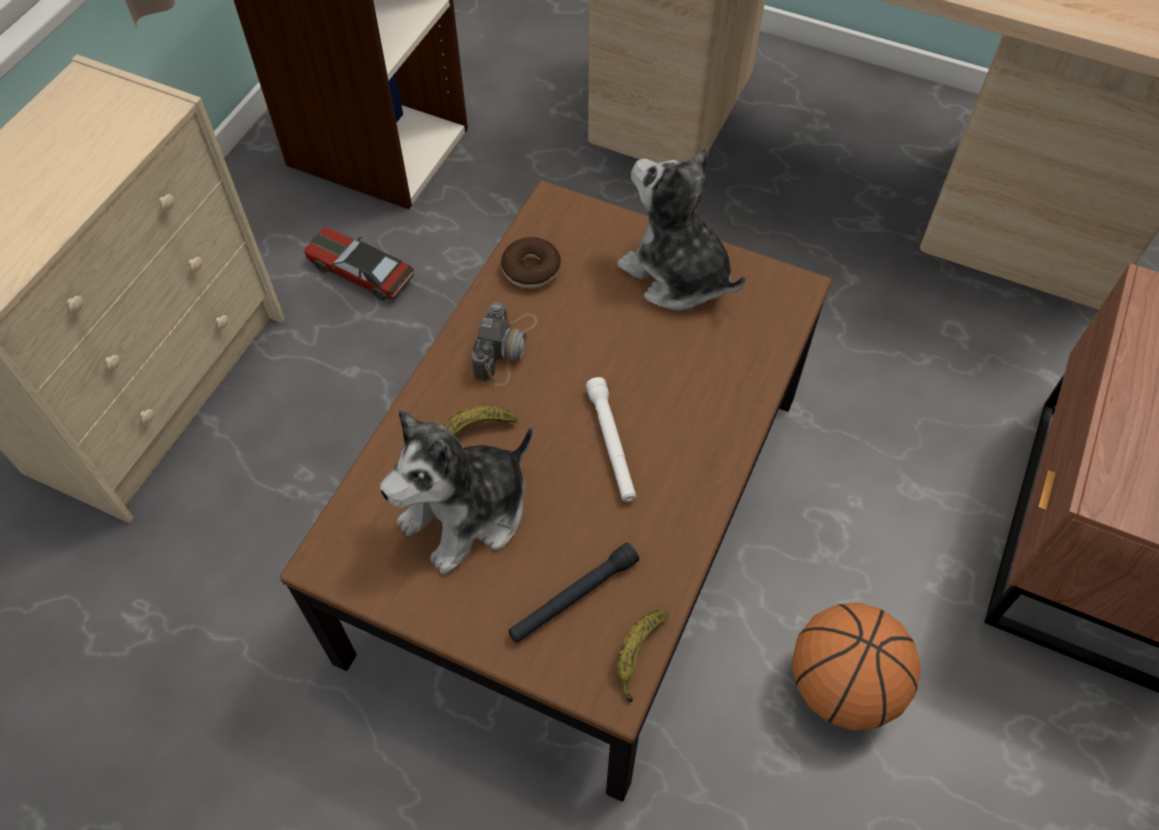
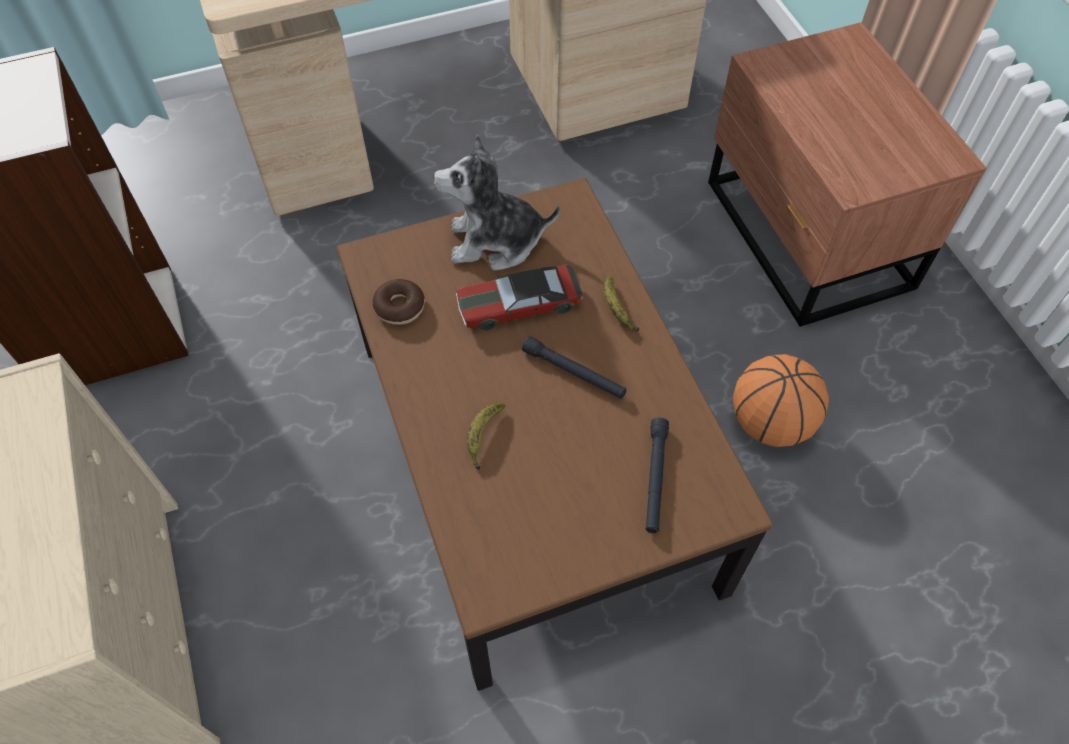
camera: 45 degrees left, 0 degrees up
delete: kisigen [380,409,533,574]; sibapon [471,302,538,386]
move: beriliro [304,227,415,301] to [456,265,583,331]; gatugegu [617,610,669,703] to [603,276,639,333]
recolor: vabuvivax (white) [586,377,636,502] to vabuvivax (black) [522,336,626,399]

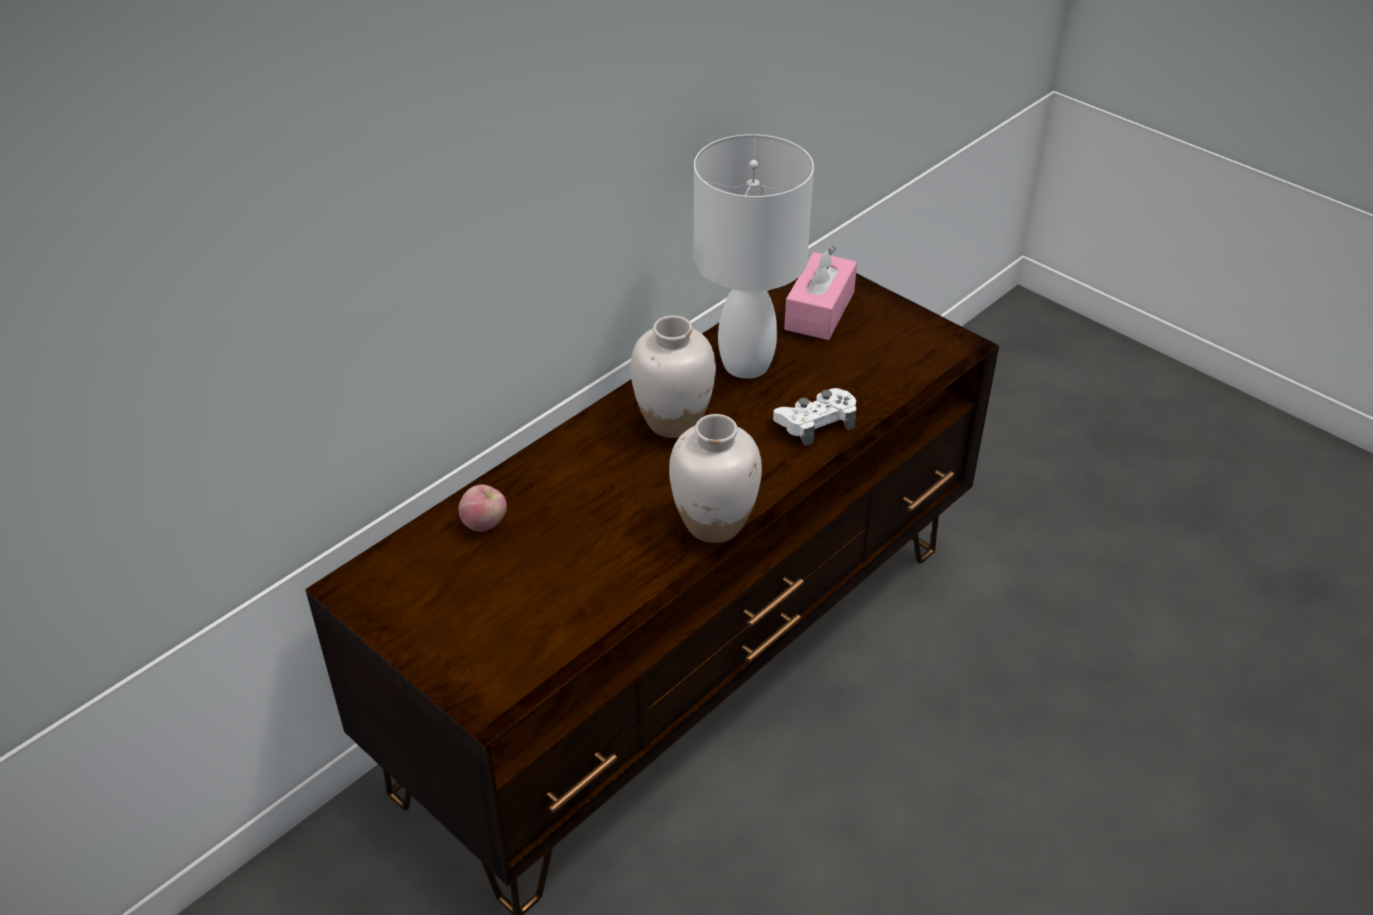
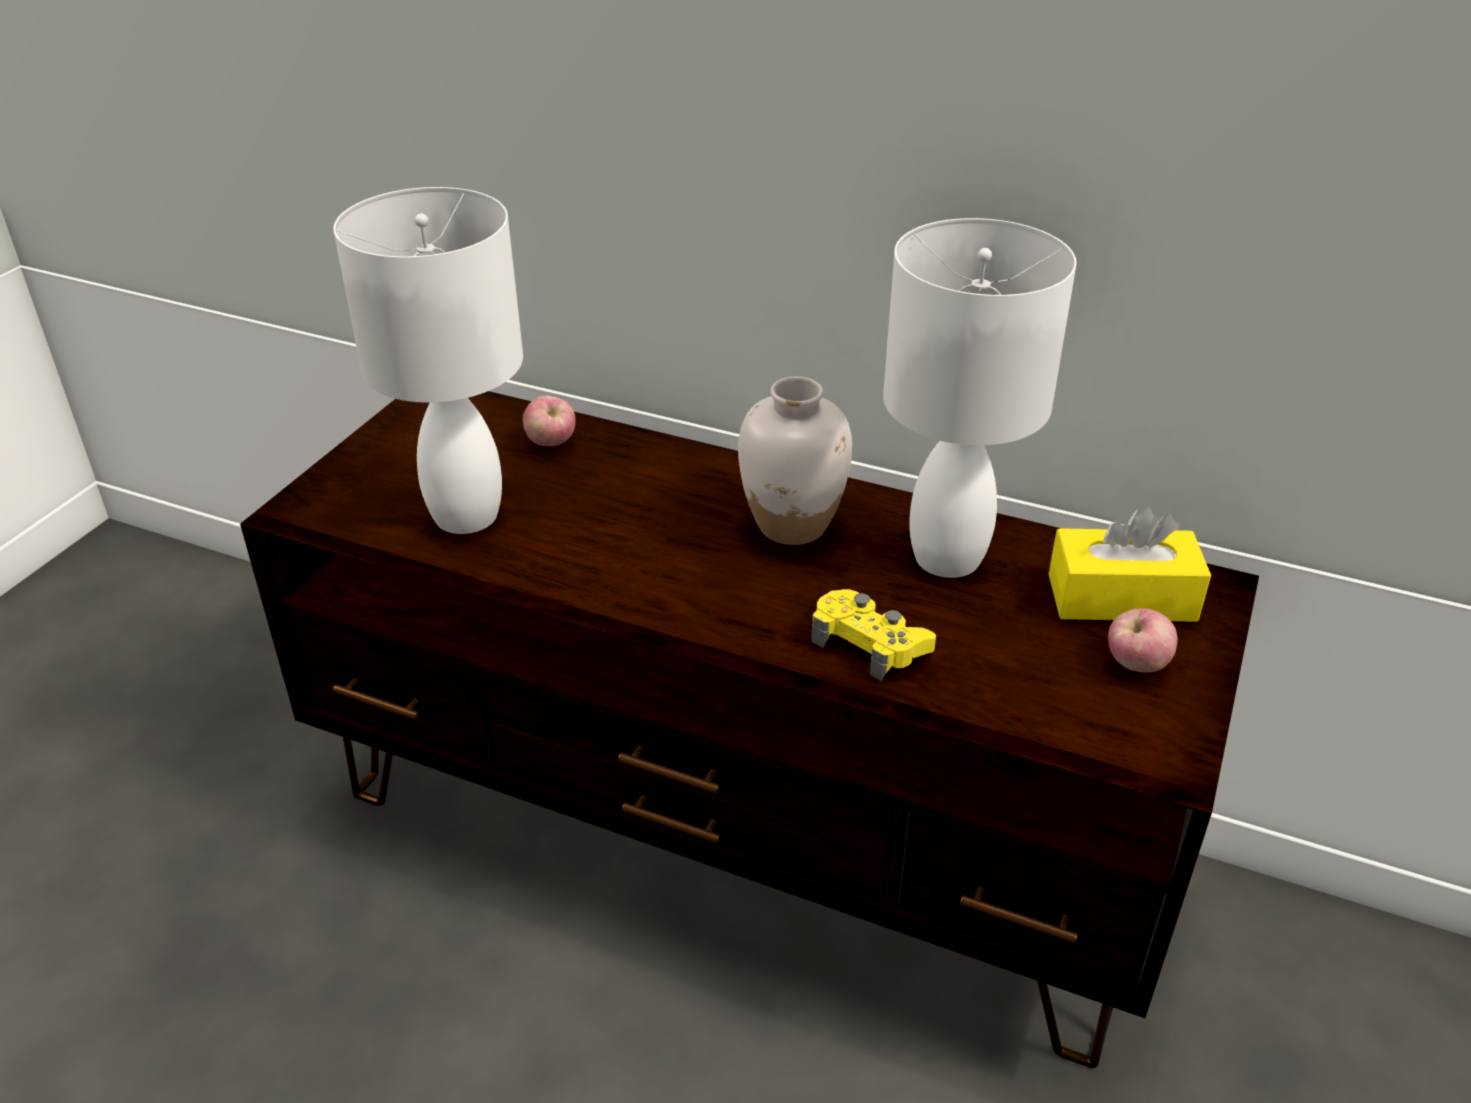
camera: 70 degrees right, 5 degrees down
delete: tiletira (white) [669,414,762,543]
insert: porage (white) [333,187,523,534]; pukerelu [1108,608,1178,673]
recolor: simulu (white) [773,388,856,446] to simulu (yellow) [811,589,936,681]; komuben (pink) [784,245,857,340] to komuben (yellow) [1049,506,1211,622]

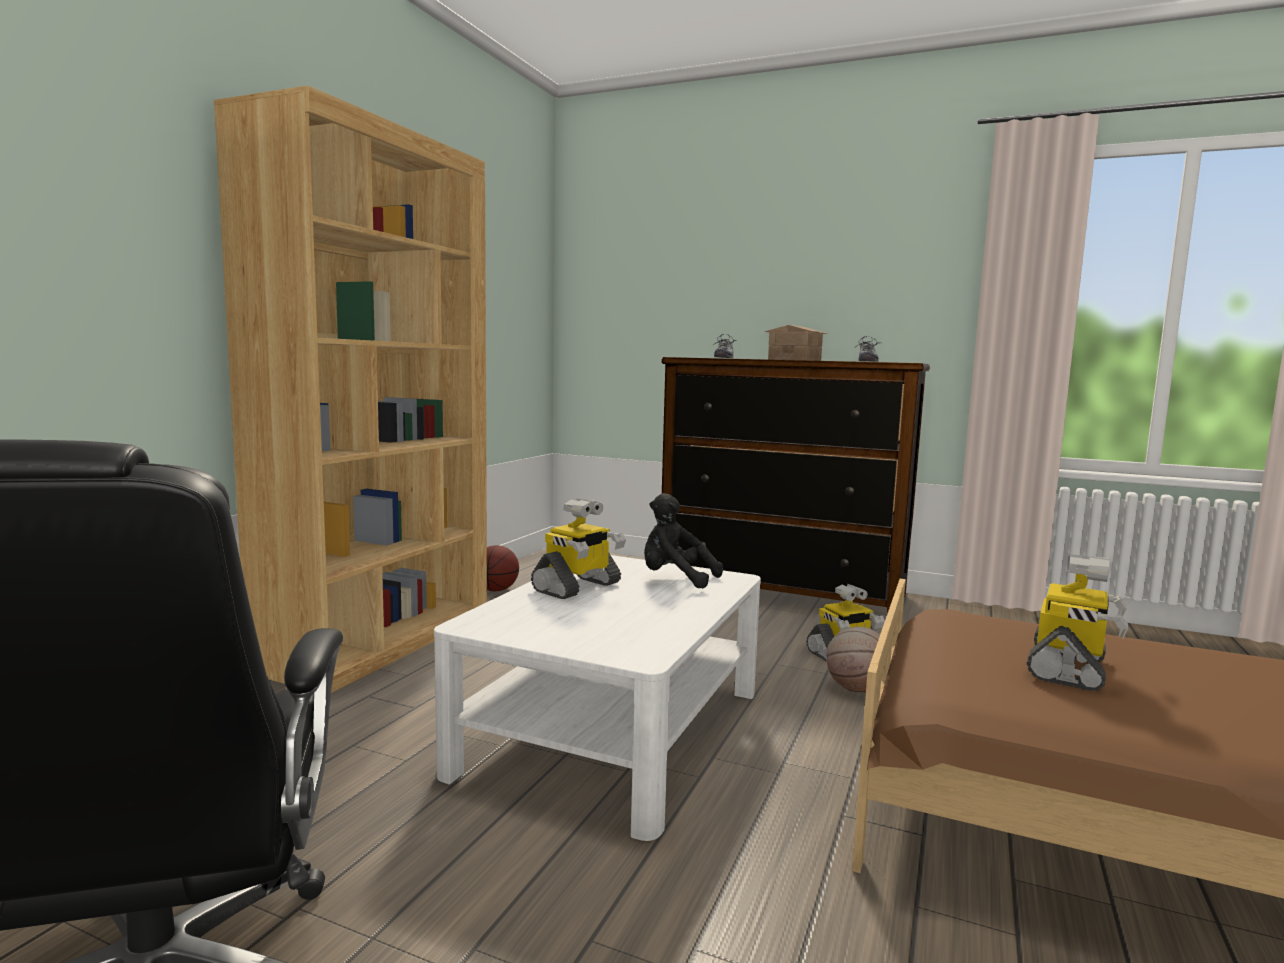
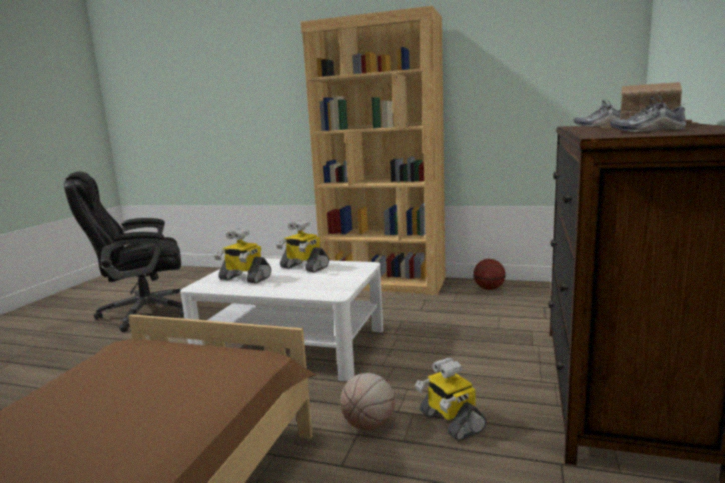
camera: 85 degrees right, 5 degrees up
delete: kisigen (black) [644,493,723,588]
move: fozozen [1027,554,1128,691] to [214,229,271,283]

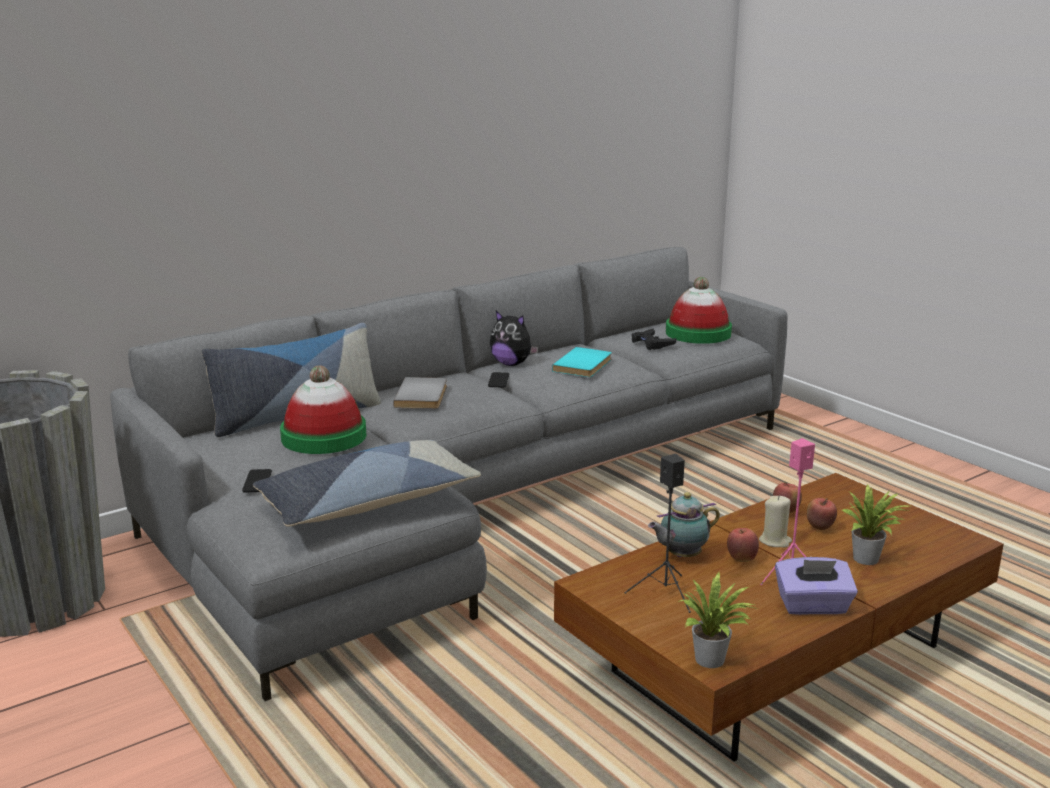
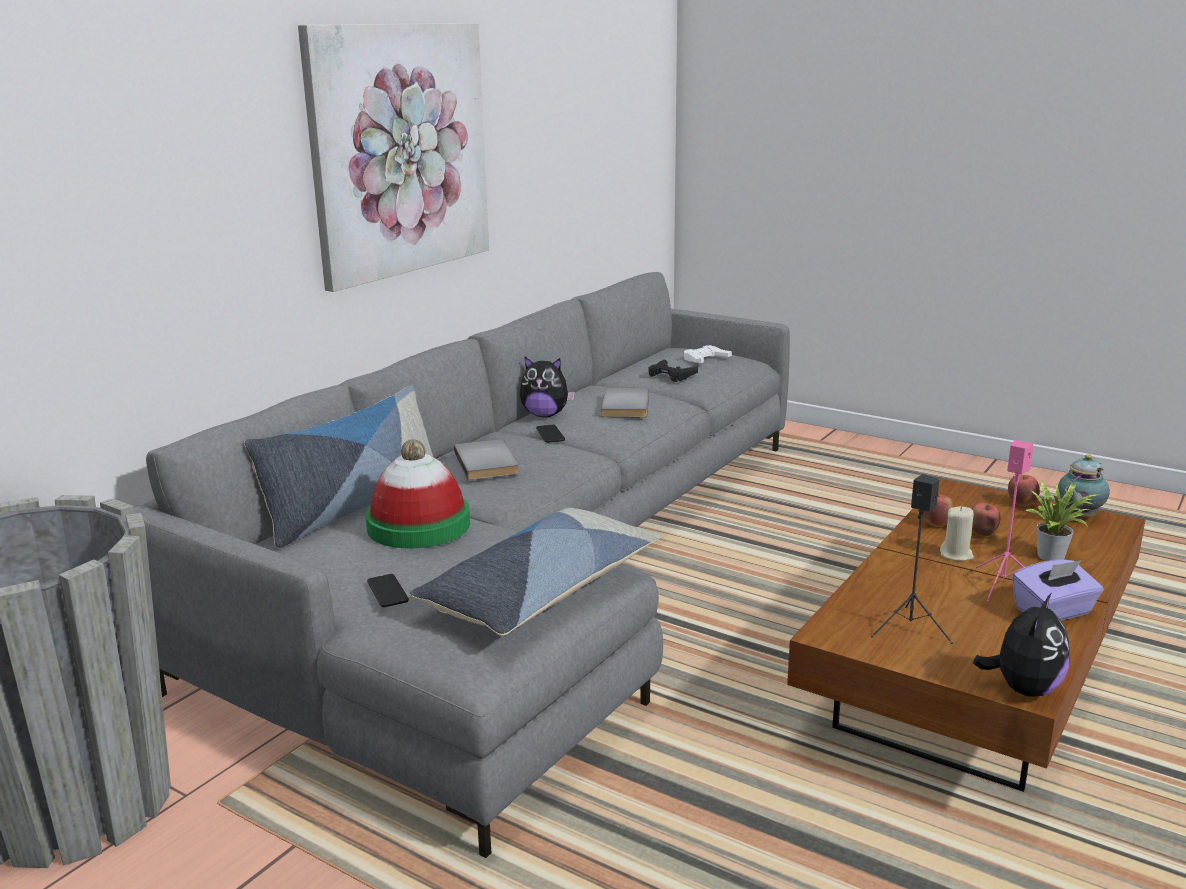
camera: 20 degrees left, 0 degrees up
insert: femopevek [298,23,489,292]
move: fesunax [648,492,720,557] to [1058,454,1110,519]; pukerelu [727,528,759,562] to [1008,475,1040,506]
replace: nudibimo [666,277,732,344] to simulu (white) [684,345,732,363]; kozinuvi [678,571,758,668] to kisigen [973,593,1070,697]
recolor: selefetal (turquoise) [552,347,612,377] to selefetal (grey) [601,388,649,418]

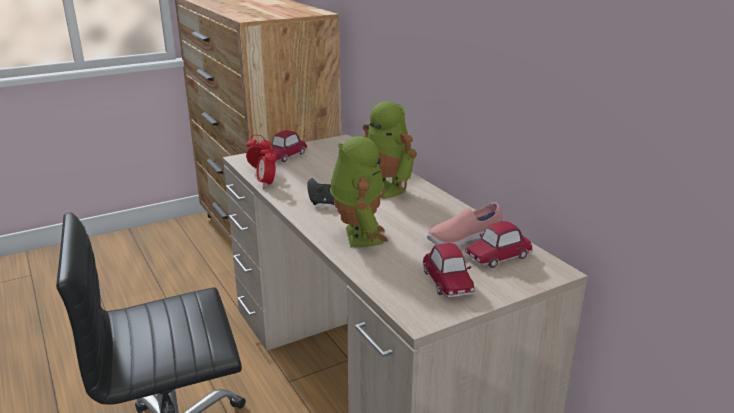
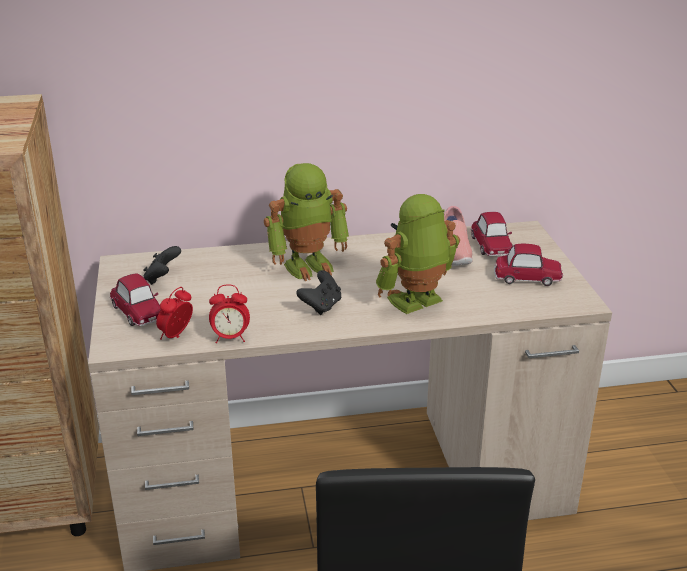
camera: 70 degrees left, 5 degrees up
insert: simulu (black) [143,246,181,285]
rotate: fozozen [330,136,388,247] = [376,194,460,314] 45 degrees counterclockwise

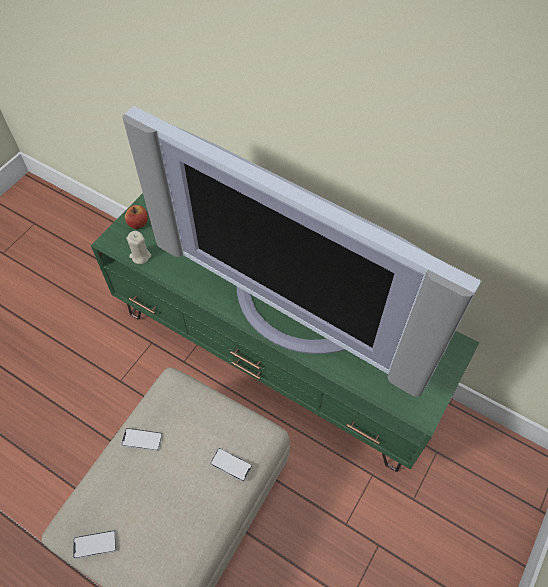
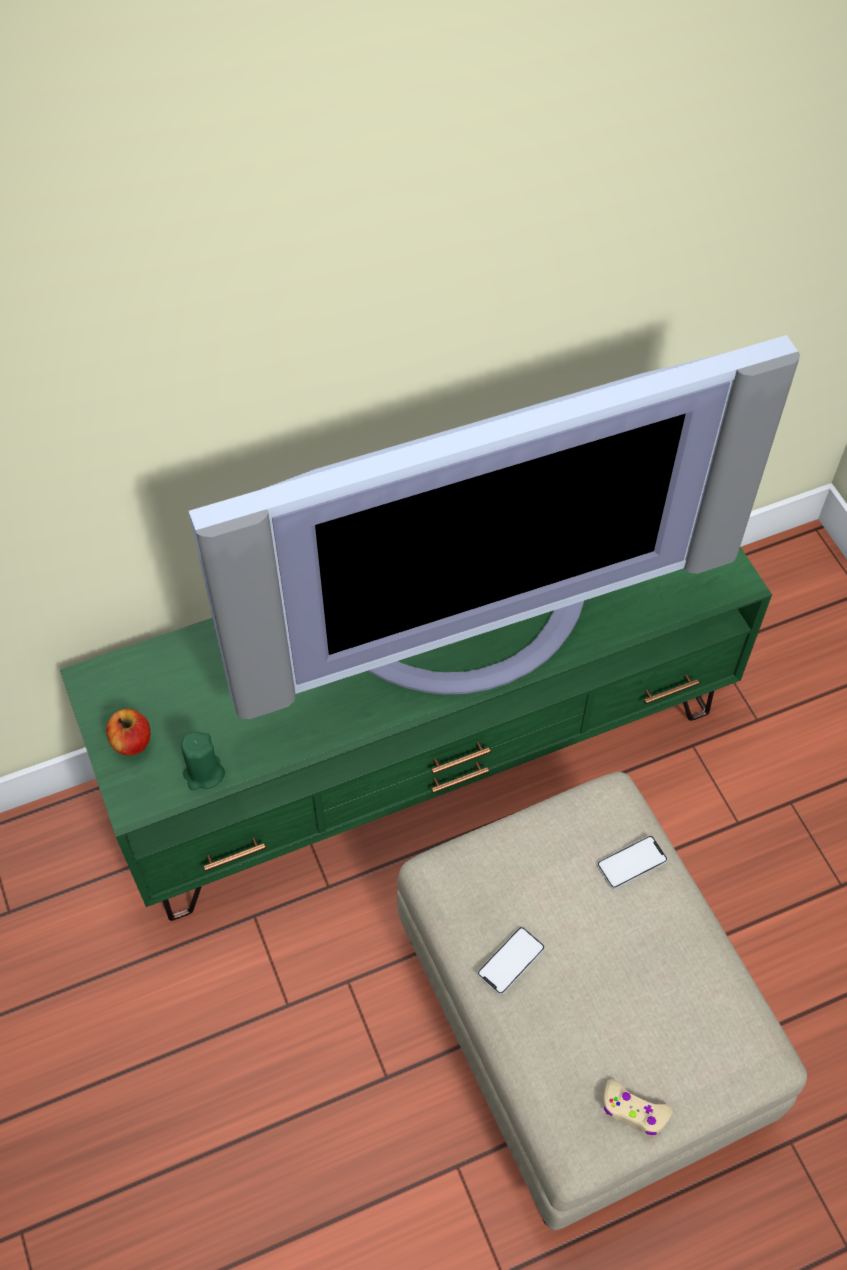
camera: 55 degrees left, 0 degrees up
replace: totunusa [73,530,117,559] to simulu (beige) [603,1079,672,1135]
recolor: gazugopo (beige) [127,231,151,264] to gazugopo (green) [181,732,225,791]

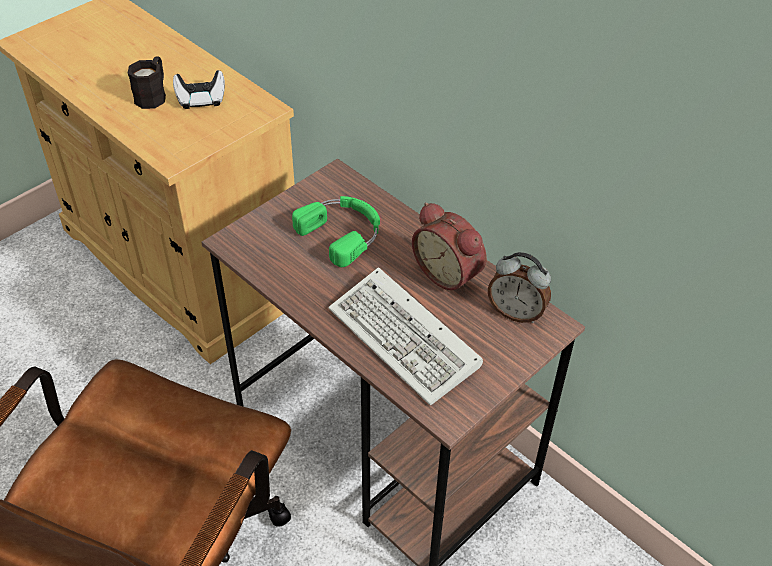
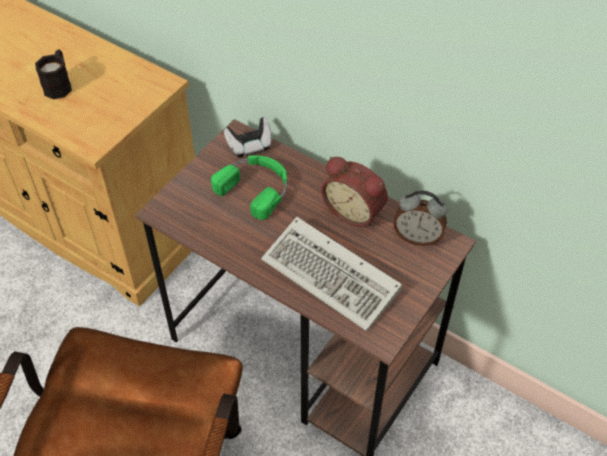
camera: 10 degrees left, 5 degrees up
move: simulu [173,70,225,109] to [224,117,272,157]

